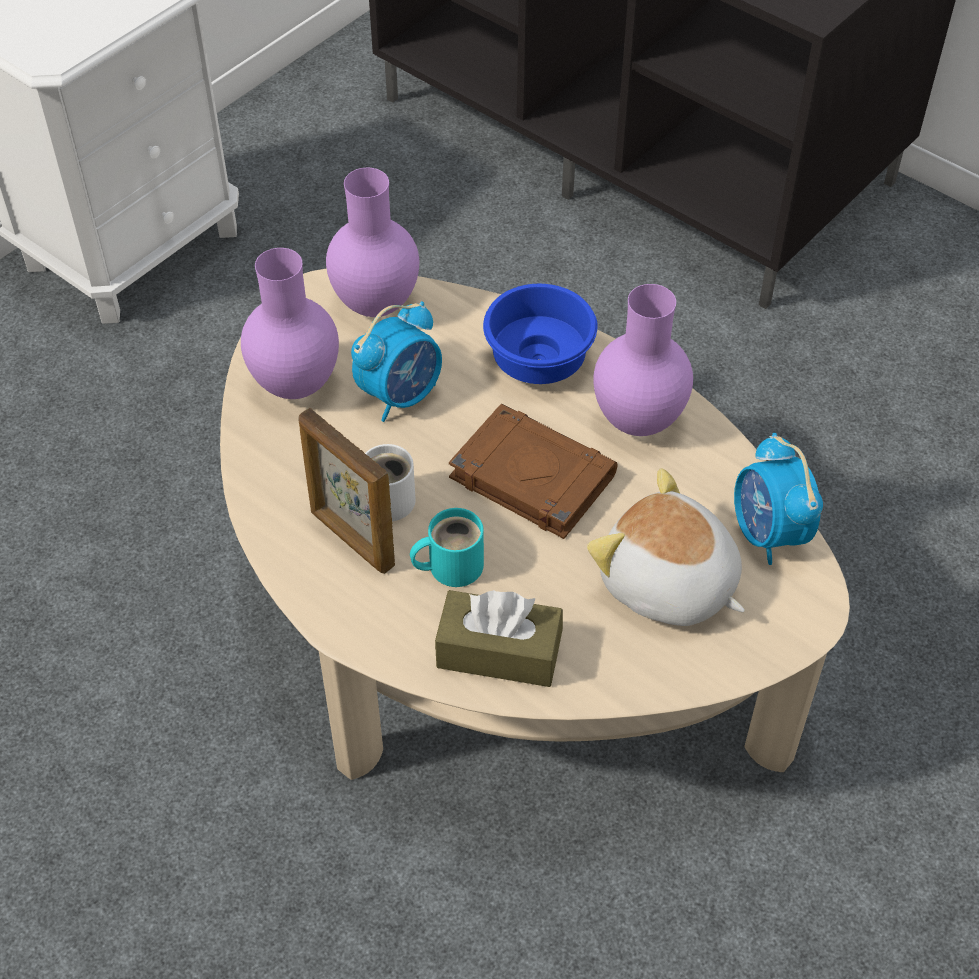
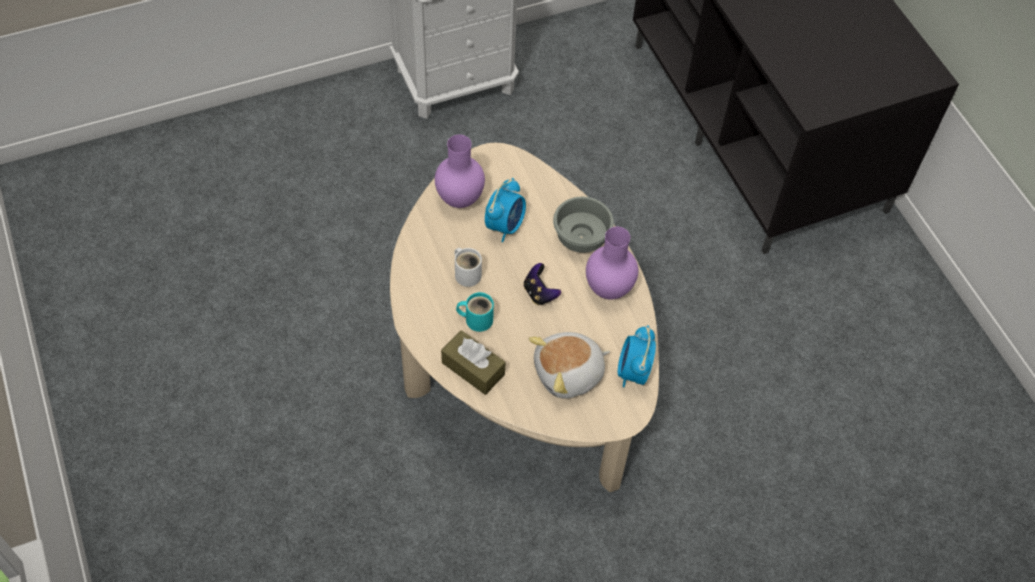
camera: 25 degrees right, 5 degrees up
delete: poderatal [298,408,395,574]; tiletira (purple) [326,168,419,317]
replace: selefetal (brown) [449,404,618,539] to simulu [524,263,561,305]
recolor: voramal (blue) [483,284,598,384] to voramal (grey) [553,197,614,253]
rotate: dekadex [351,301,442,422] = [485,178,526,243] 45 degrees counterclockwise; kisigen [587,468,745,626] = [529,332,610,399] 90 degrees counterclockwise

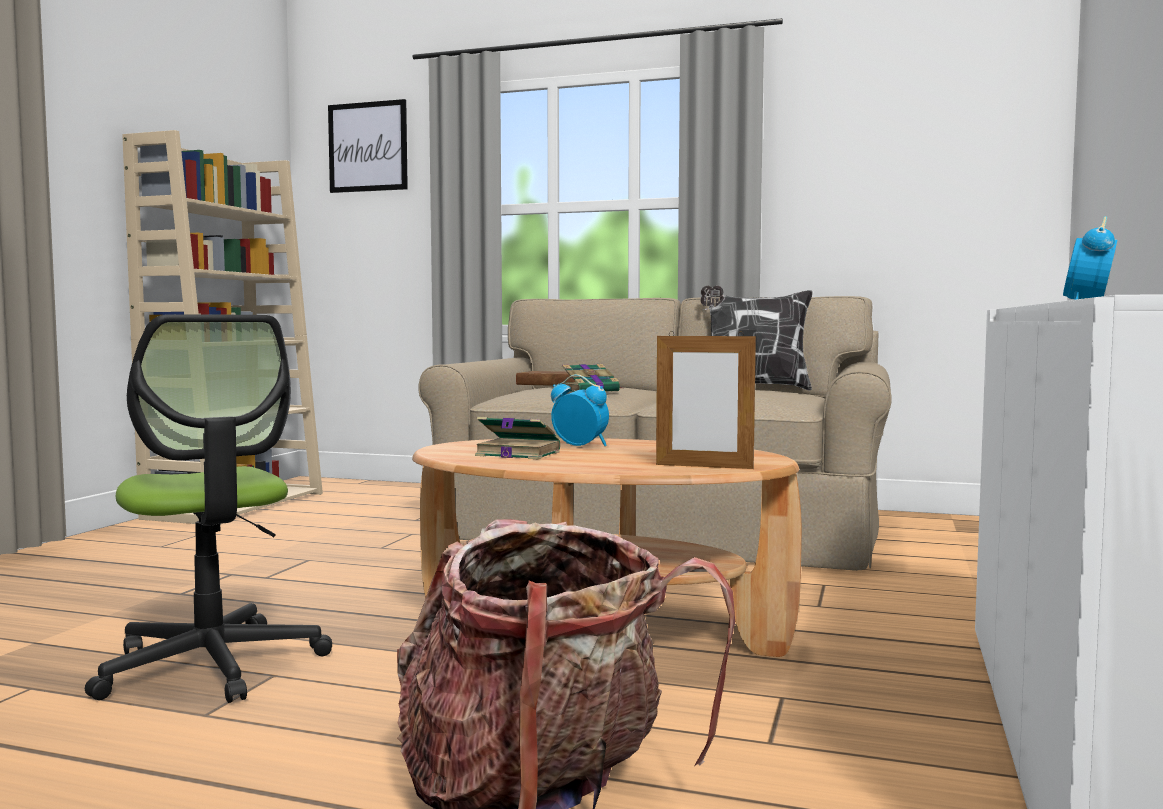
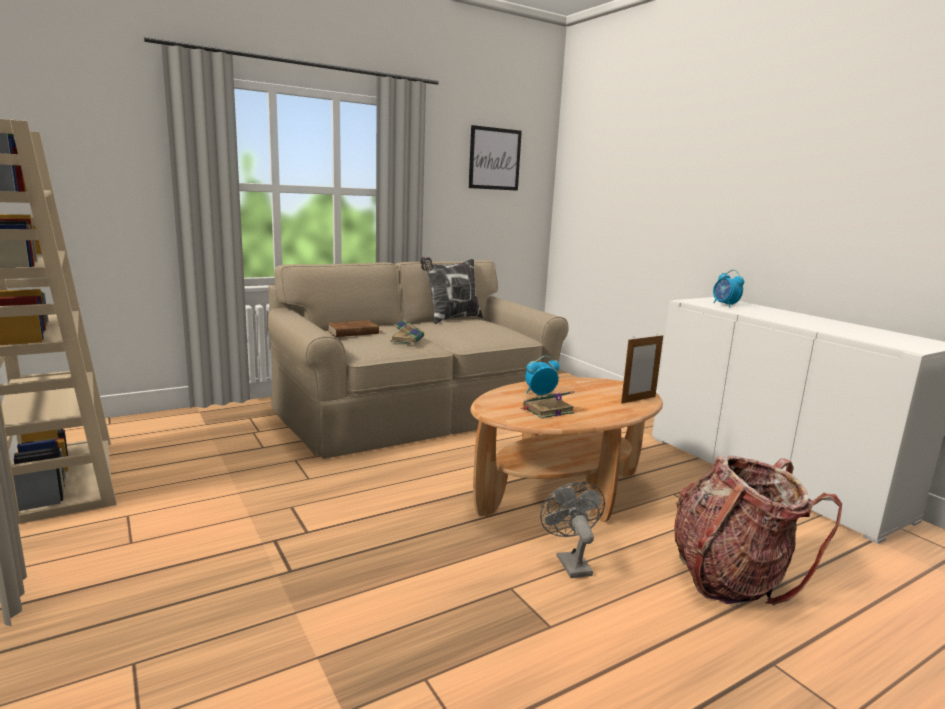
camera: 50 degrees left, 10 degrees up
delete: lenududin [85,314,332,703]
insert: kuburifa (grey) [540,482,605,578]
move: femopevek [328,99,408,193] to [469,125,522,191]

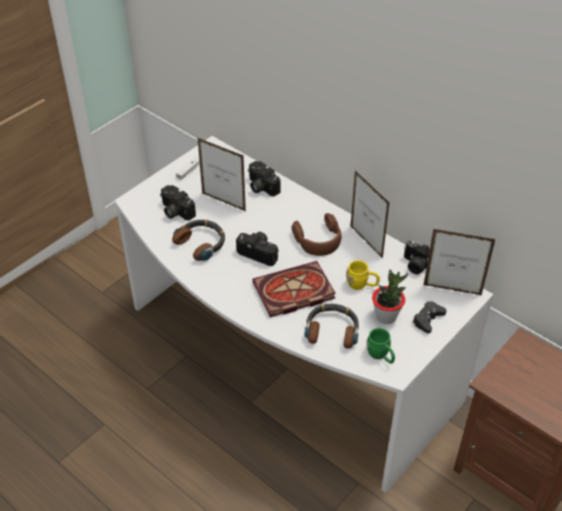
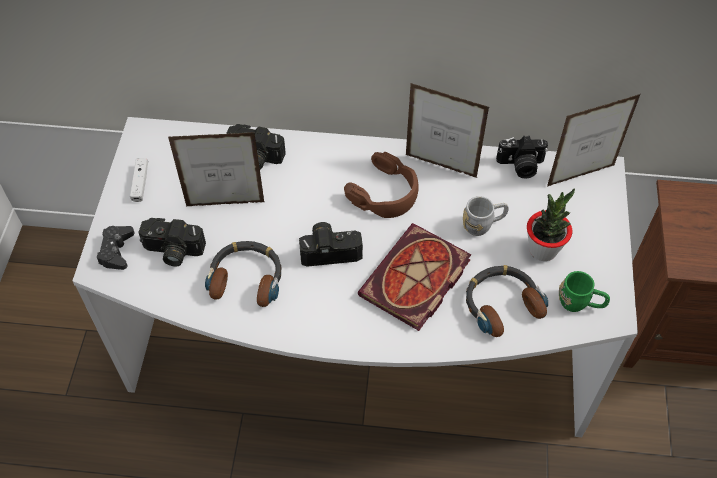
camera: 35 degrees left, 10 degrees up
move: simulu (black) [413,301,447,334] to [97,226,135,270]
recolor: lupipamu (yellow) [346,260,380,290] to lupipamu (grey) [463,196,509,236]

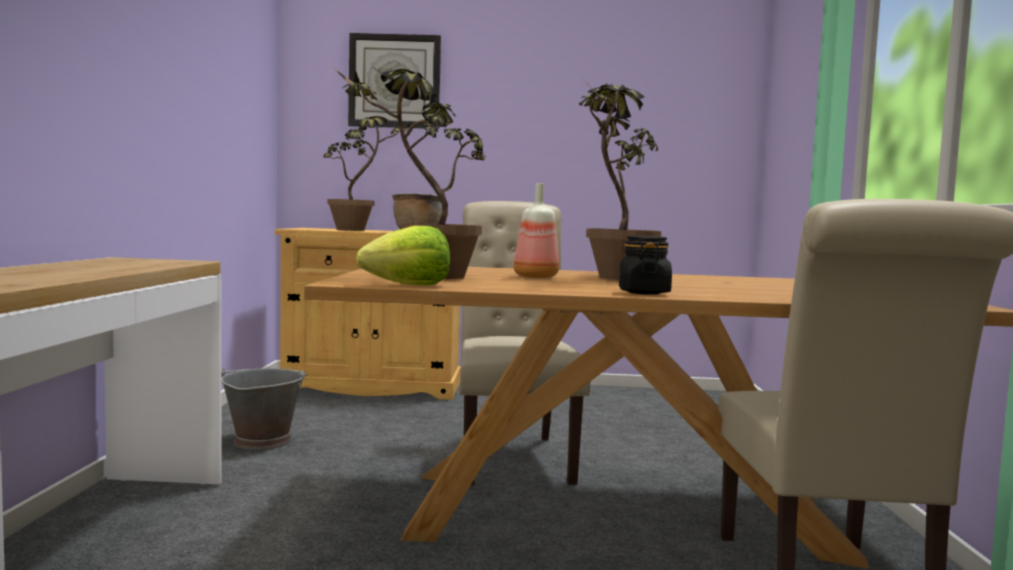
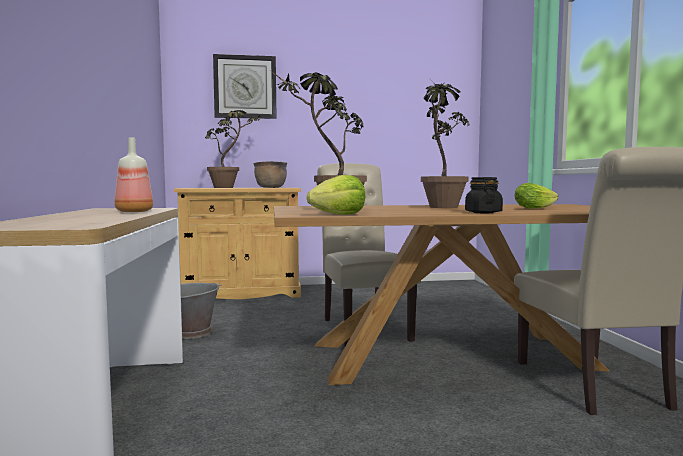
camera: 10 degrees left, 0 degrees up
insert: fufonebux [514,183,558,209]
move: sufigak [514,183,559,278] to [114,138,153,212]

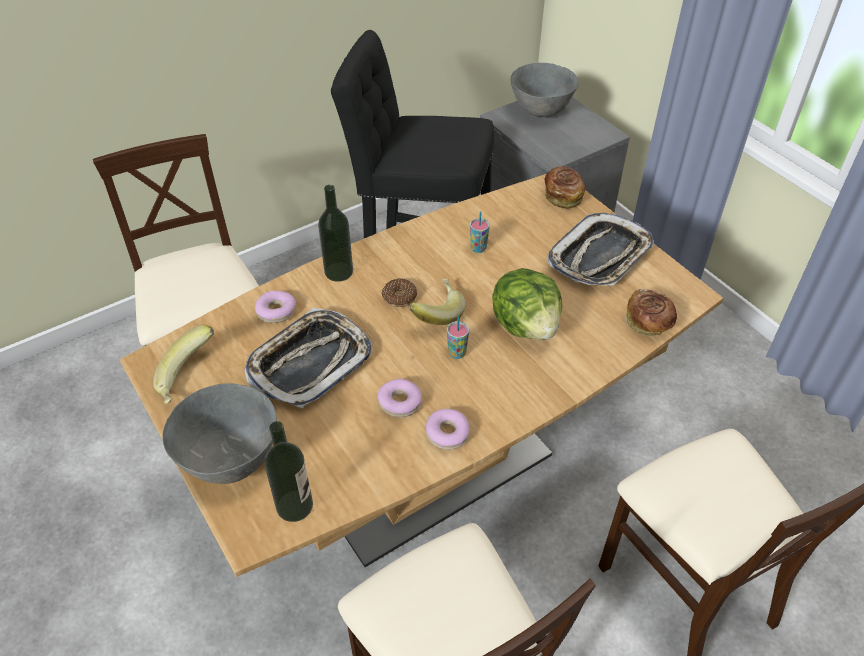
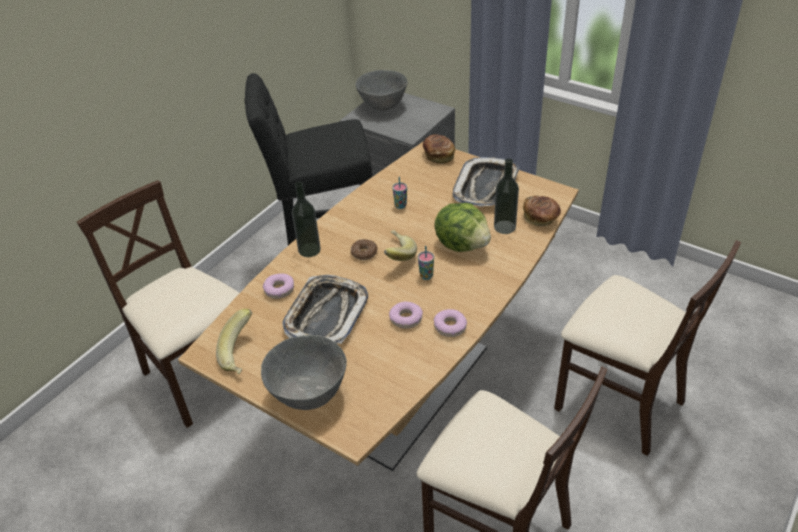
camera: 20 degrees left, 5 degrees down
move: sufigak [264,421,313,522] to [494,158,519,234]

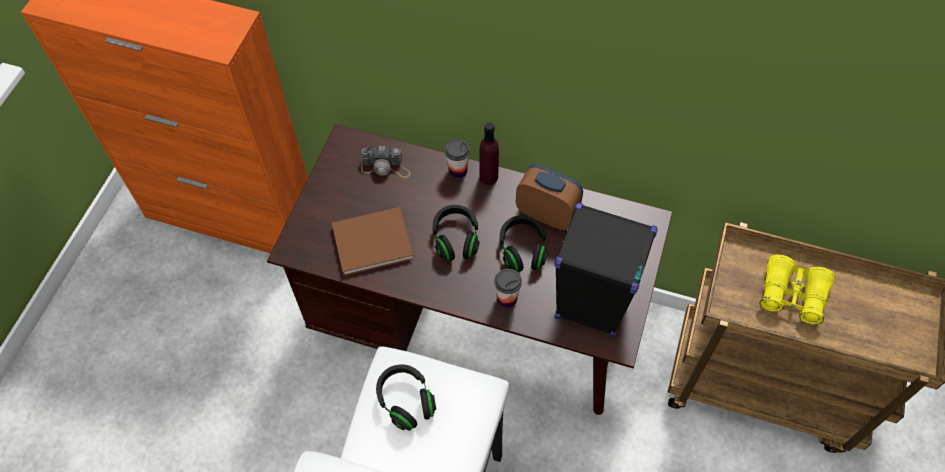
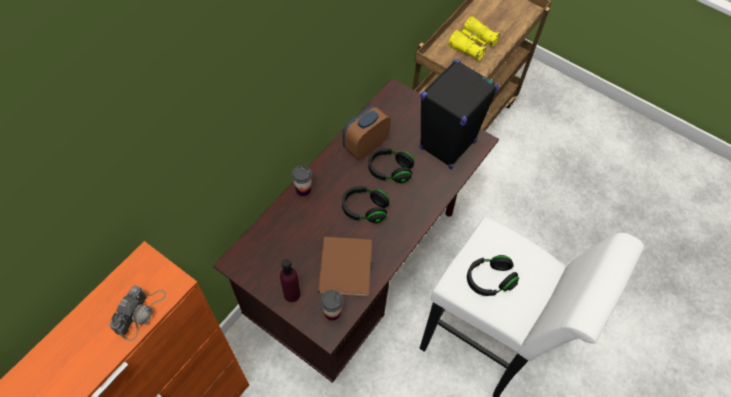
camera: 75 degrees left, 0 degrees up
move: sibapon [361,145,410,178] to [110,285,166,341]; sufigak (purple) [479,122,499,185] to [280,259,300,302]; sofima [494,269,522,308] to [320,290,344,321]

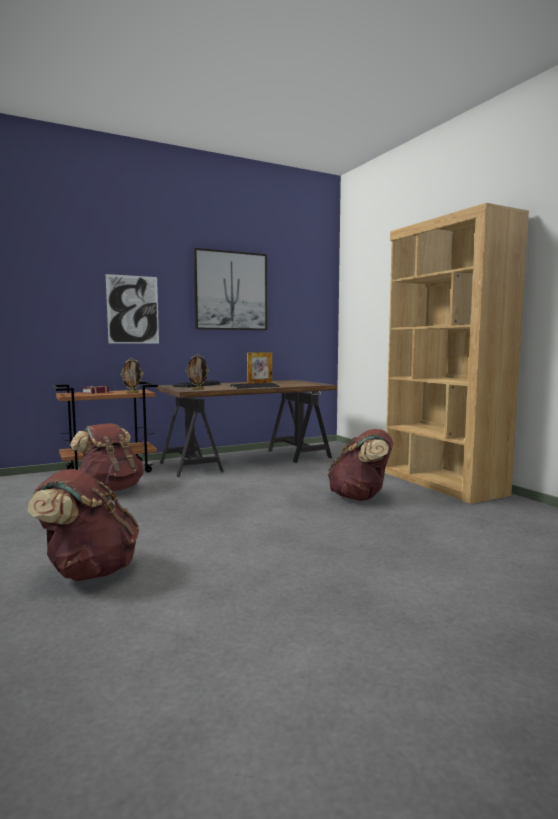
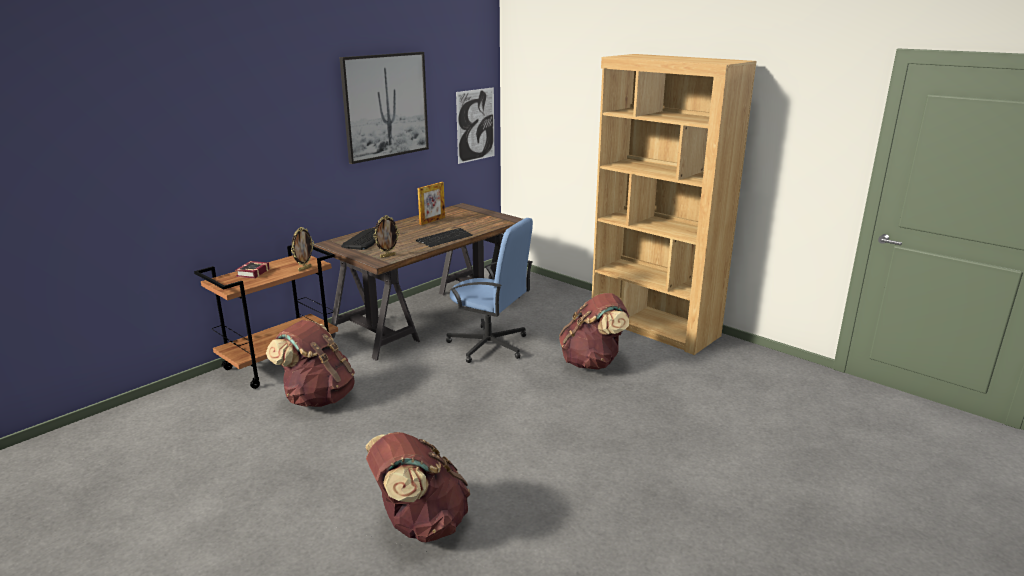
camera: 20 degrees left, 15 degrees up
insert: lenududin (blue) [446,218,533,363]
move: femopevek [106,274,159,344] to [456,87,494,164]

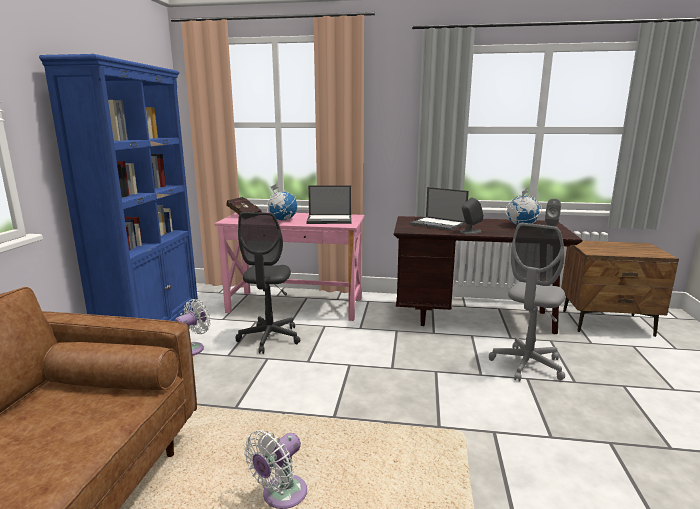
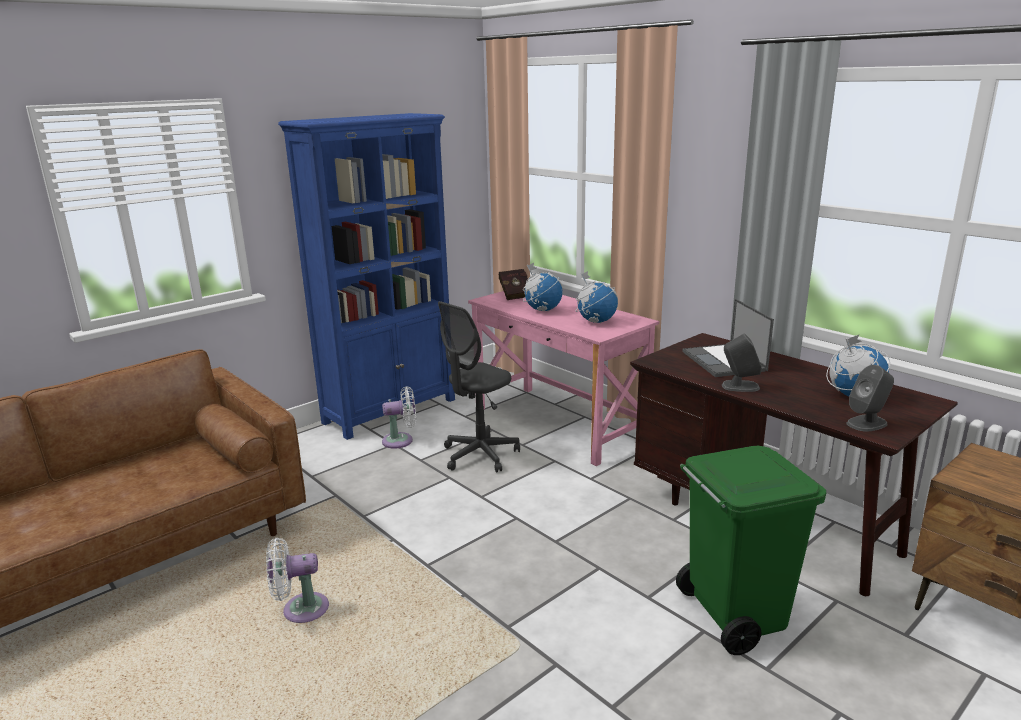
camera: 40 degrees right, 5 degrees up
replace: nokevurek [306,185,352,224] to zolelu [575,271,618,323]; lenududin (grey) [489,223,565,382] to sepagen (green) [676,446,826,655]

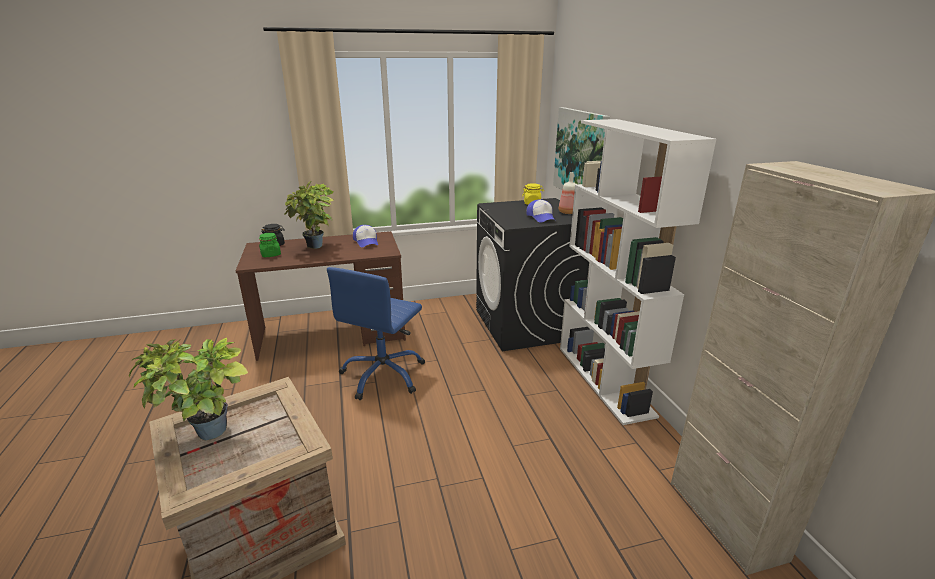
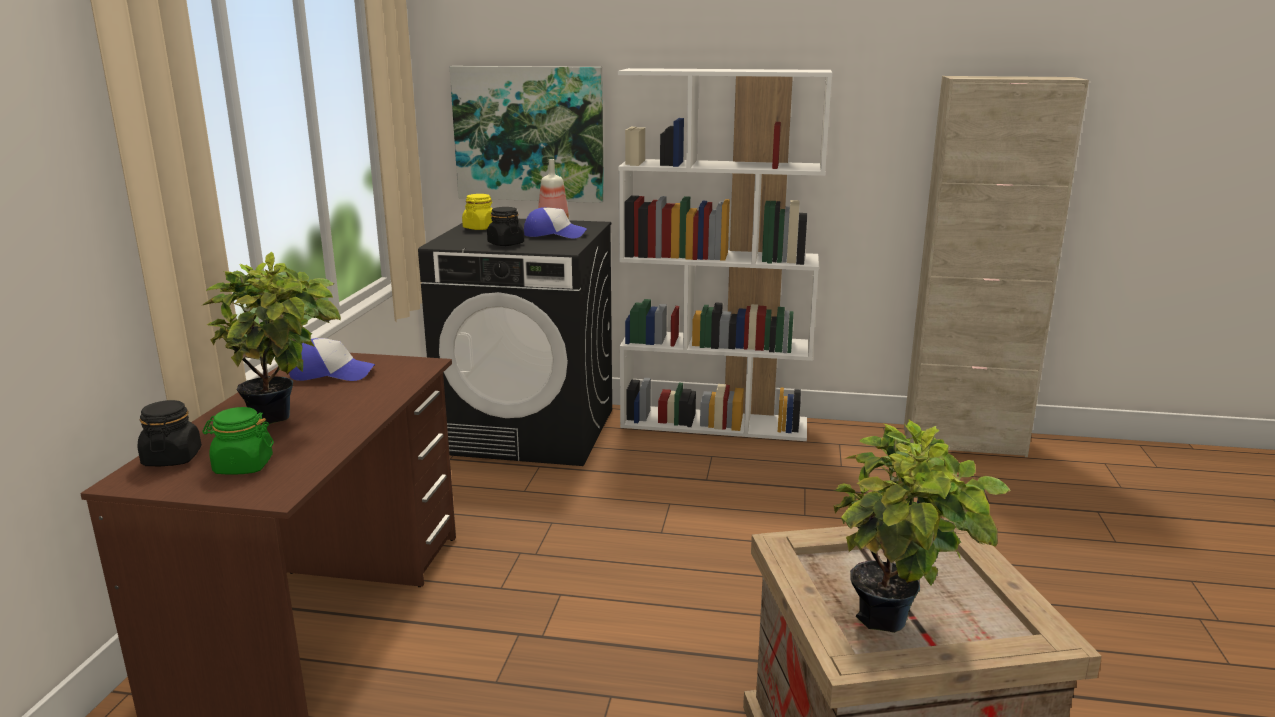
camera: 65 degrees left, 5 degrees down
delete: lenududin (blue) [327,267,425,400]
insert: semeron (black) [487,207,524,246]

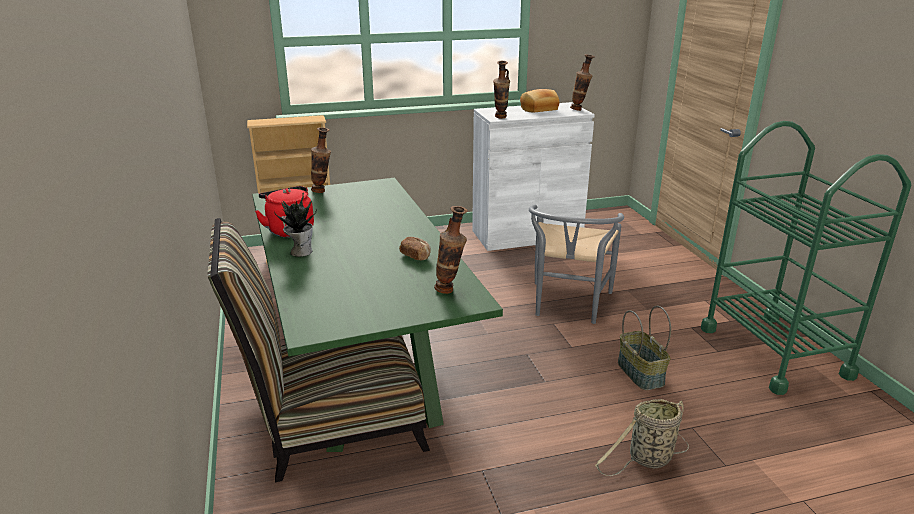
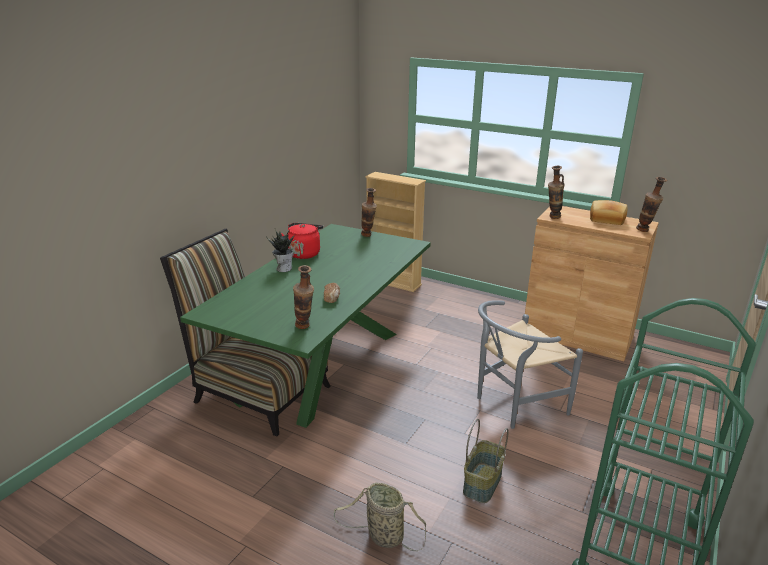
camera: 45 degrees right, 0 degrees up
recolor: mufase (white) [472,102,595,251] to mufase (brown) [525,206,659,361]

